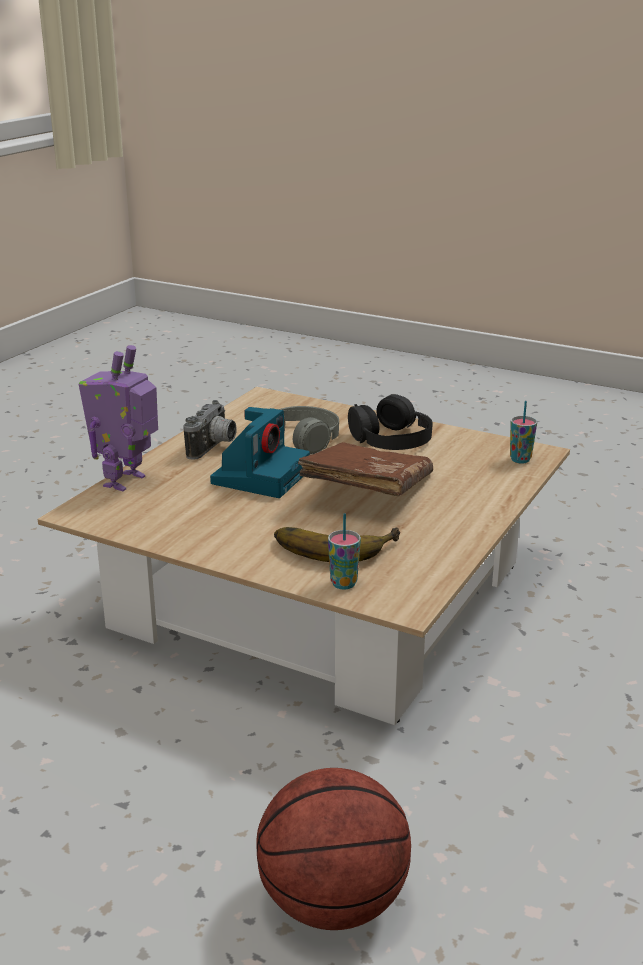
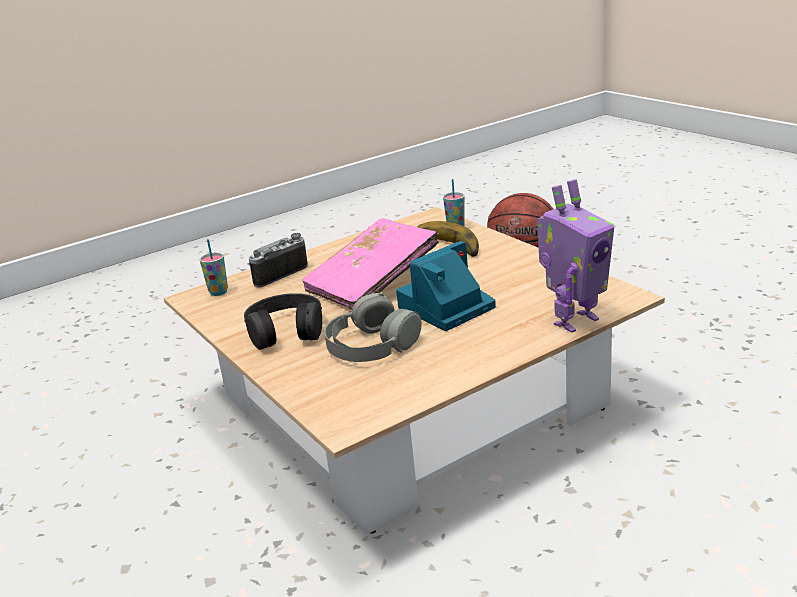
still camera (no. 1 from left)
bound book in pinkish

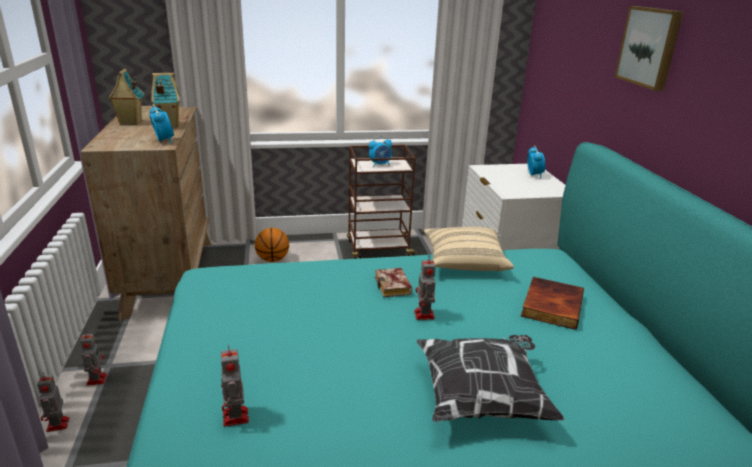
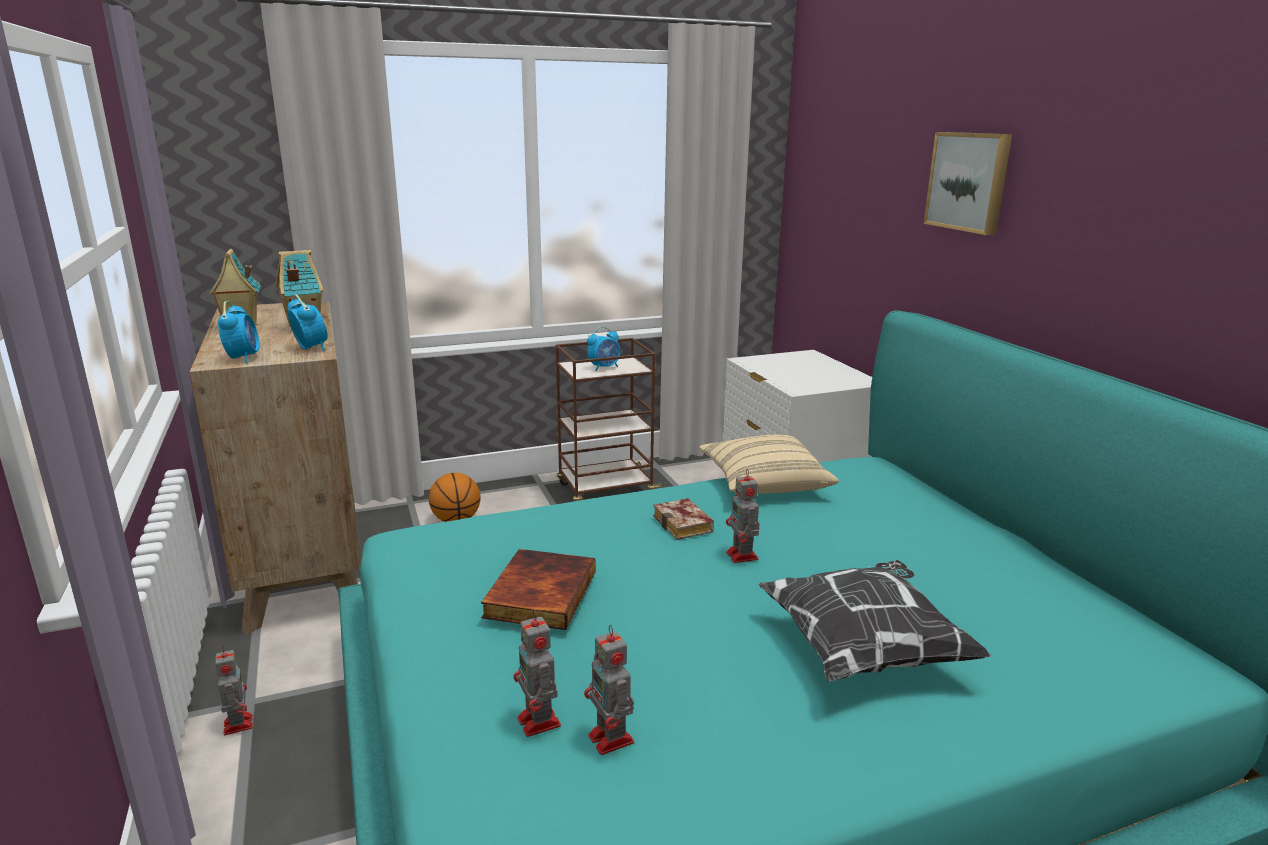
bedside clock (no. 1 from left)
bound book (no. 1 from left)
robot figure (no. 3 from left)

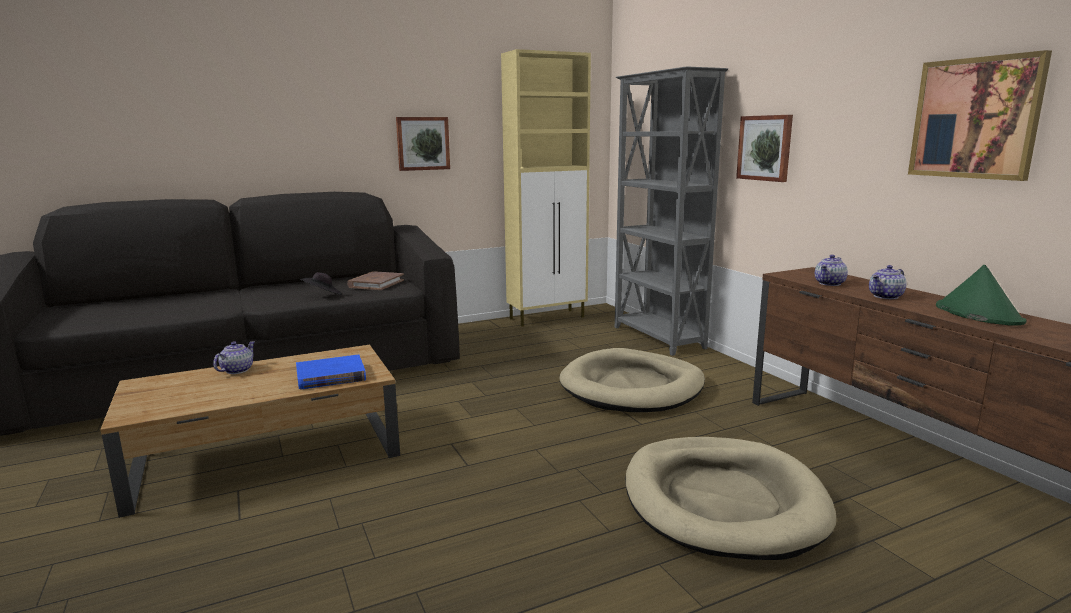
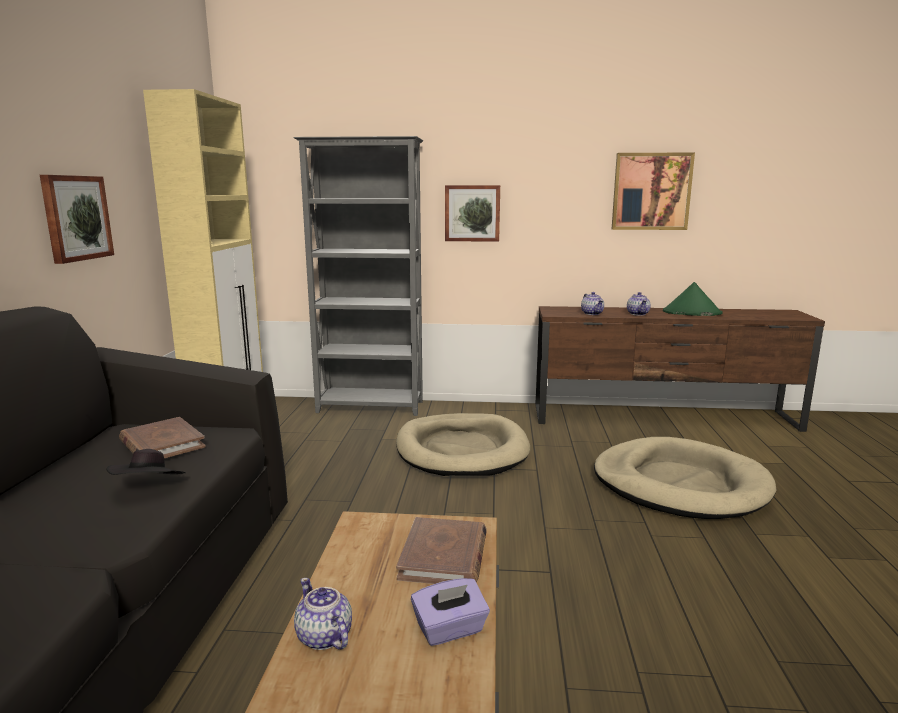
bound book in brown (no. 2 from left)
box of tissues in purple-coloured

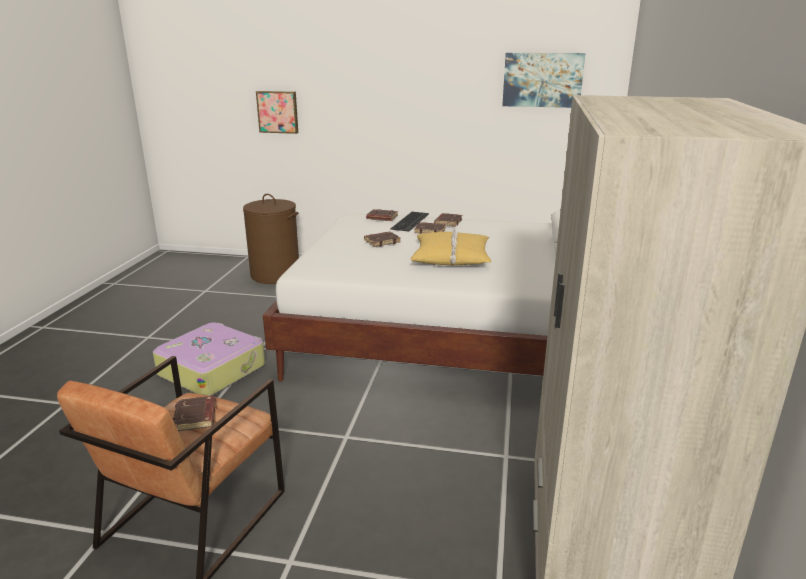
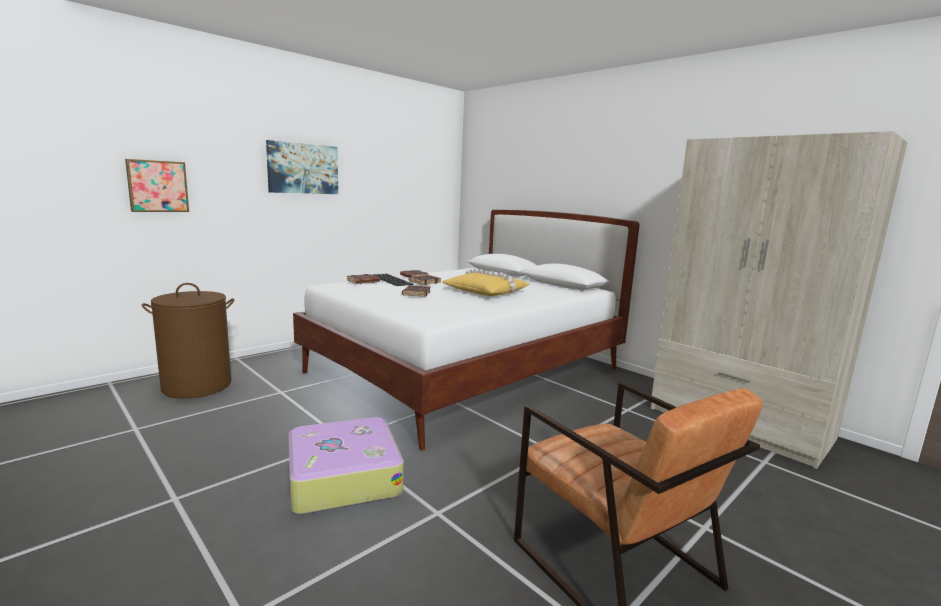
wall art (no. 2 from left)
bound book in brown (no. 1 from left in the first image)

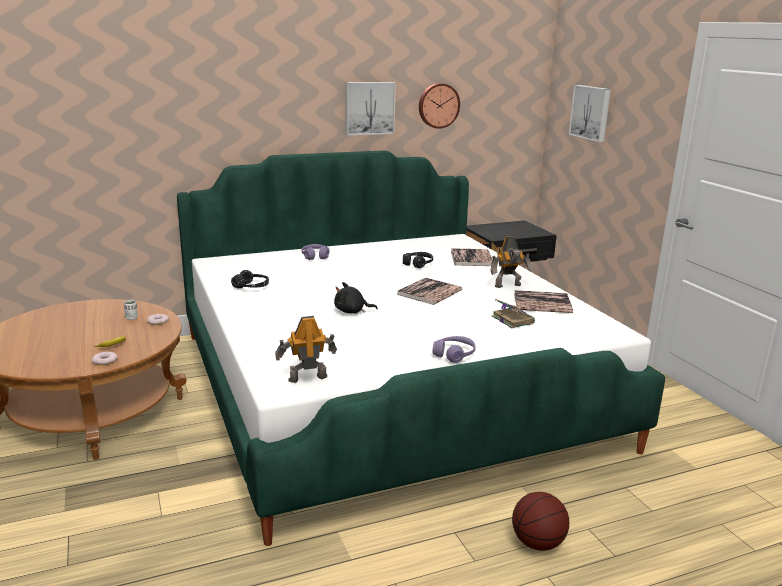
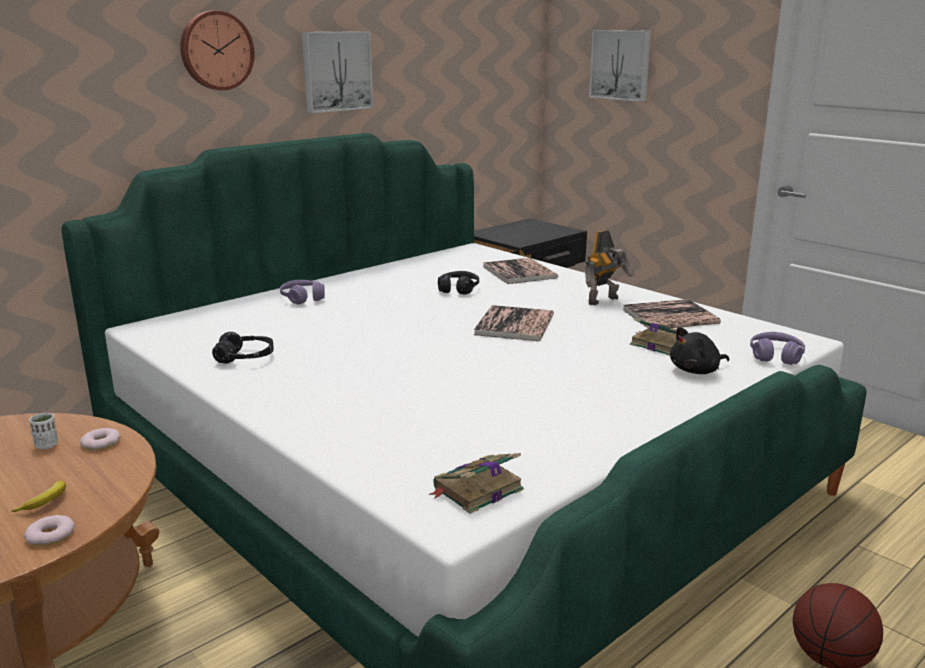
hanging clock
soft toy in black-coloured
bound book (no. 1 from left)
headphones in purple-coloured (no. 2 from left)

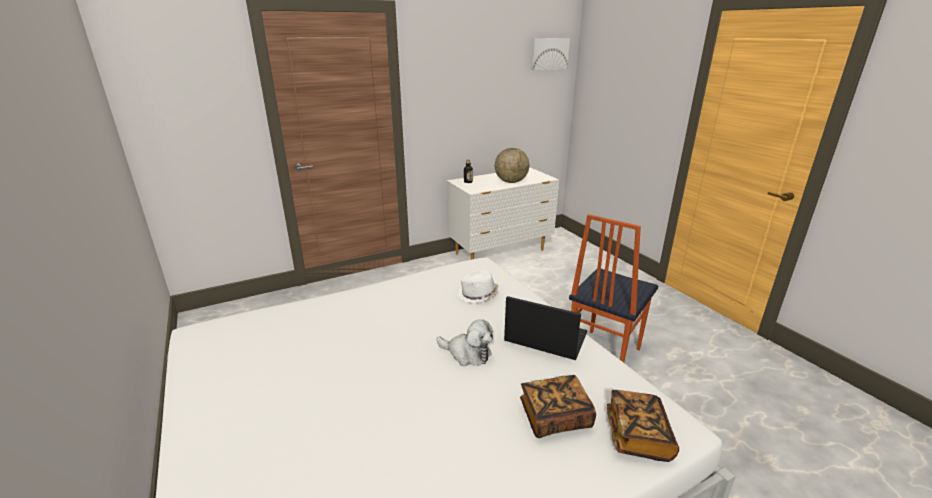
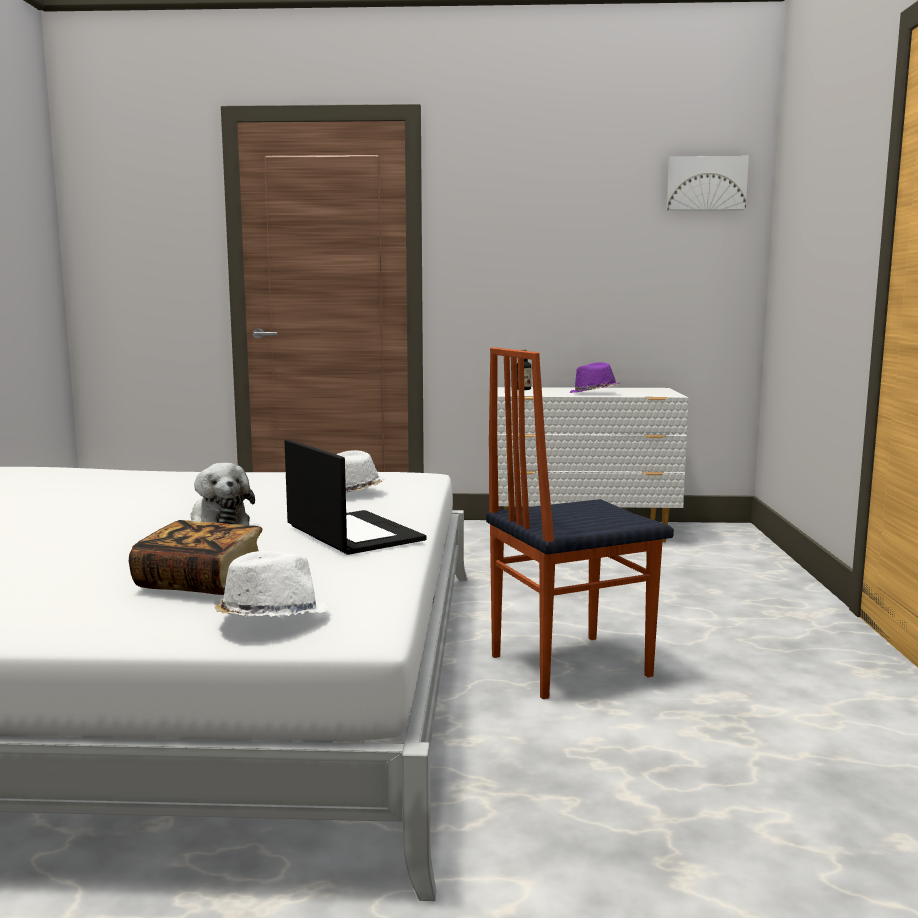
hat in purple-coloured
hat in white (no. 1 from left)

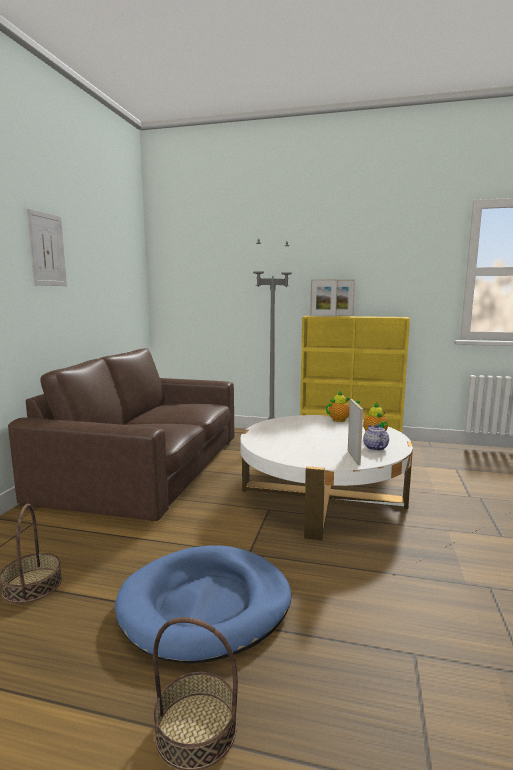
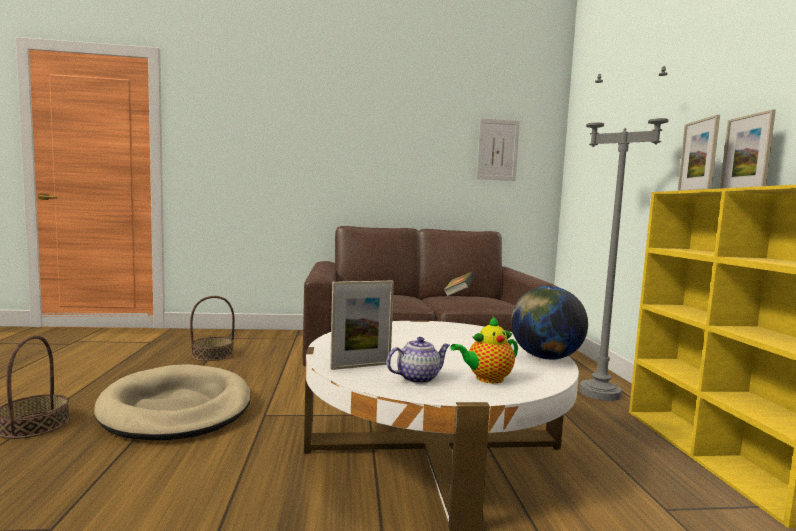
wall art
desk globe
dog bed in sand-coloured
bound book

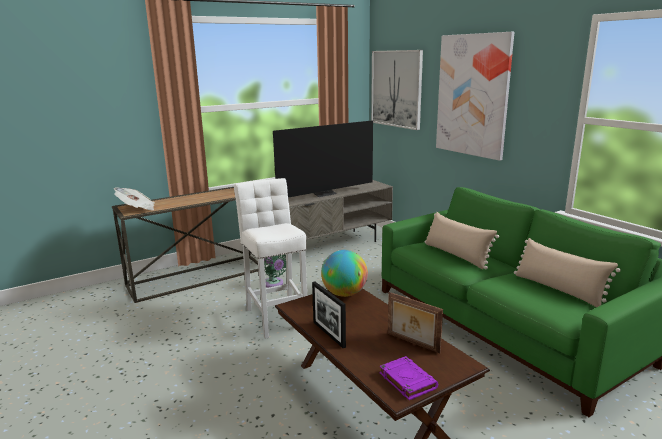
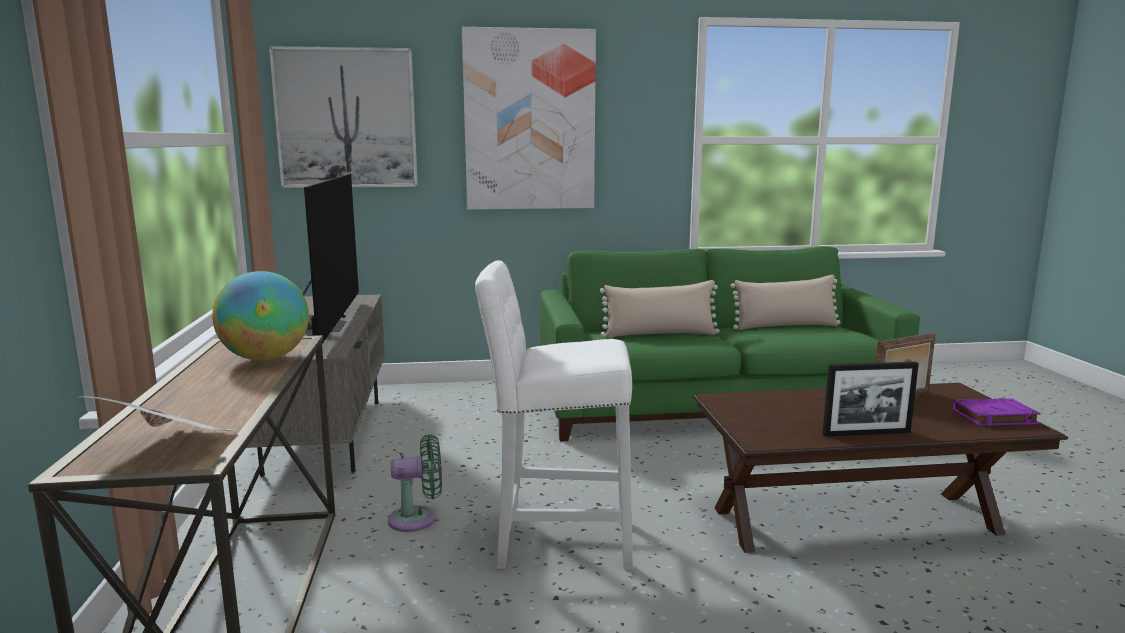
desk globe

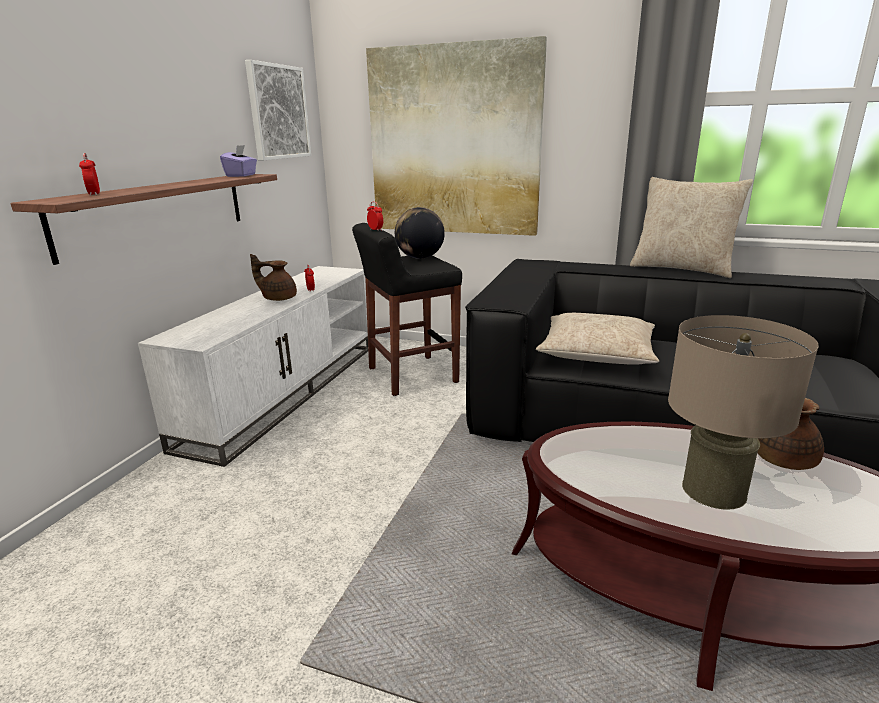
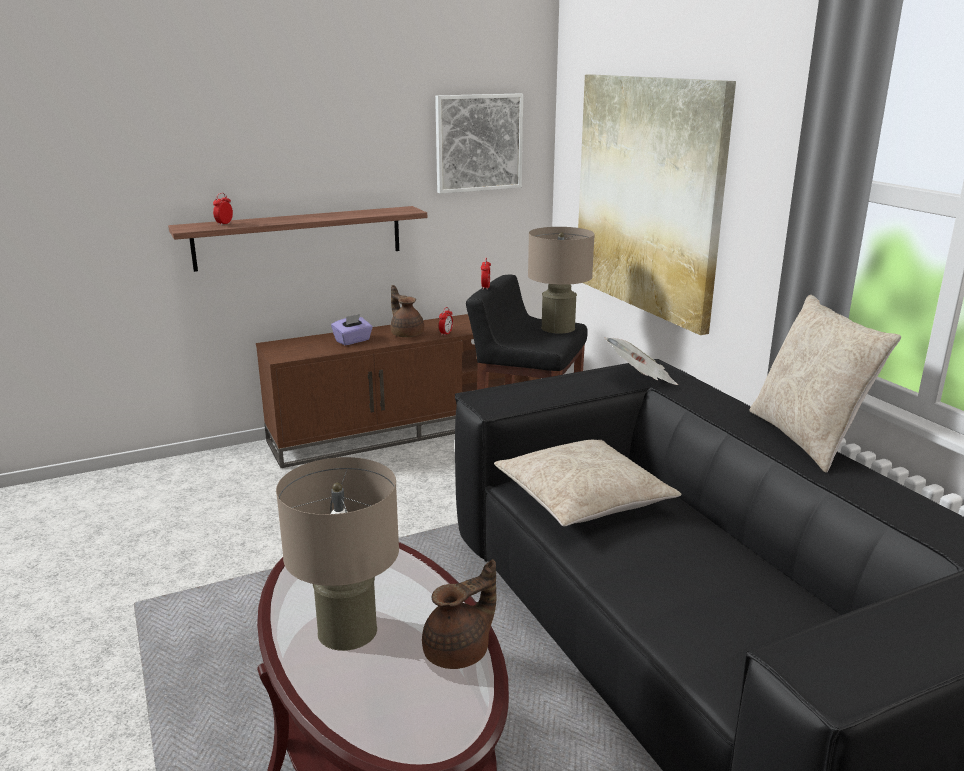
box of tissues in purple-coloured
tabletop lamp in sand-coloured (no. 2 from left)
tv unit in brown
newspaper

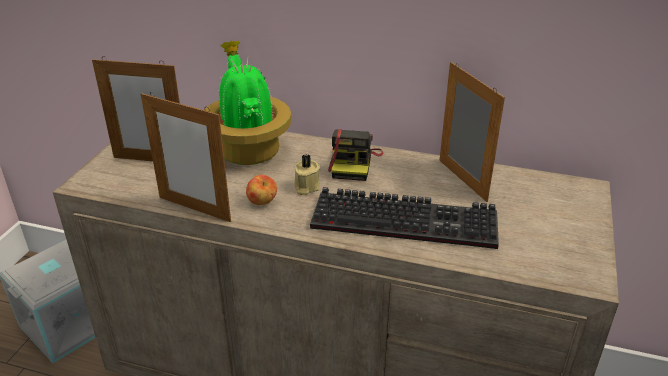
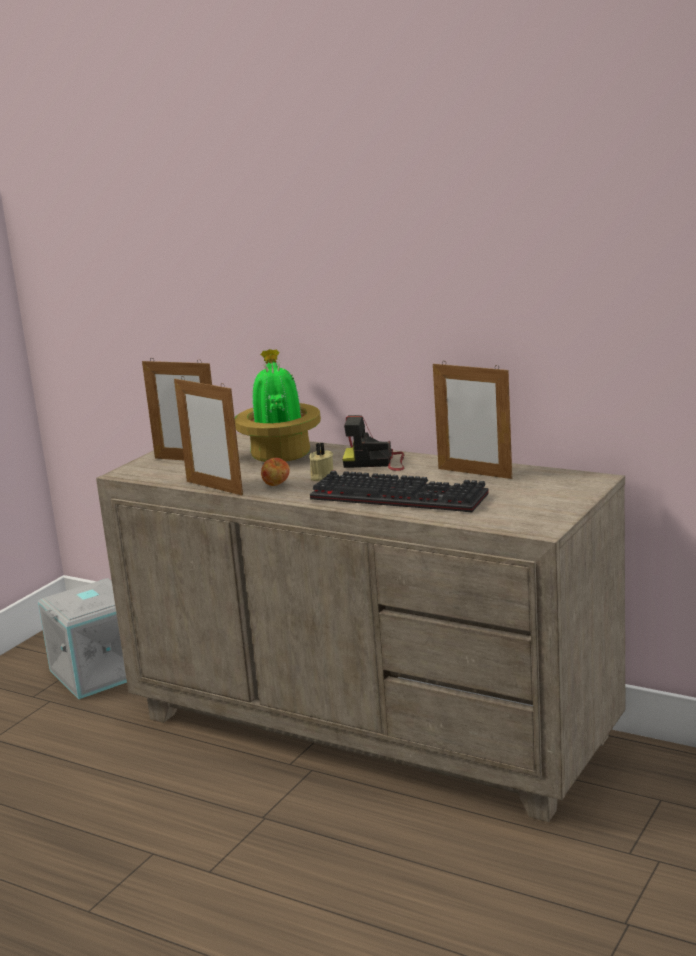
photo frame (no. 3 from left)
still camera

